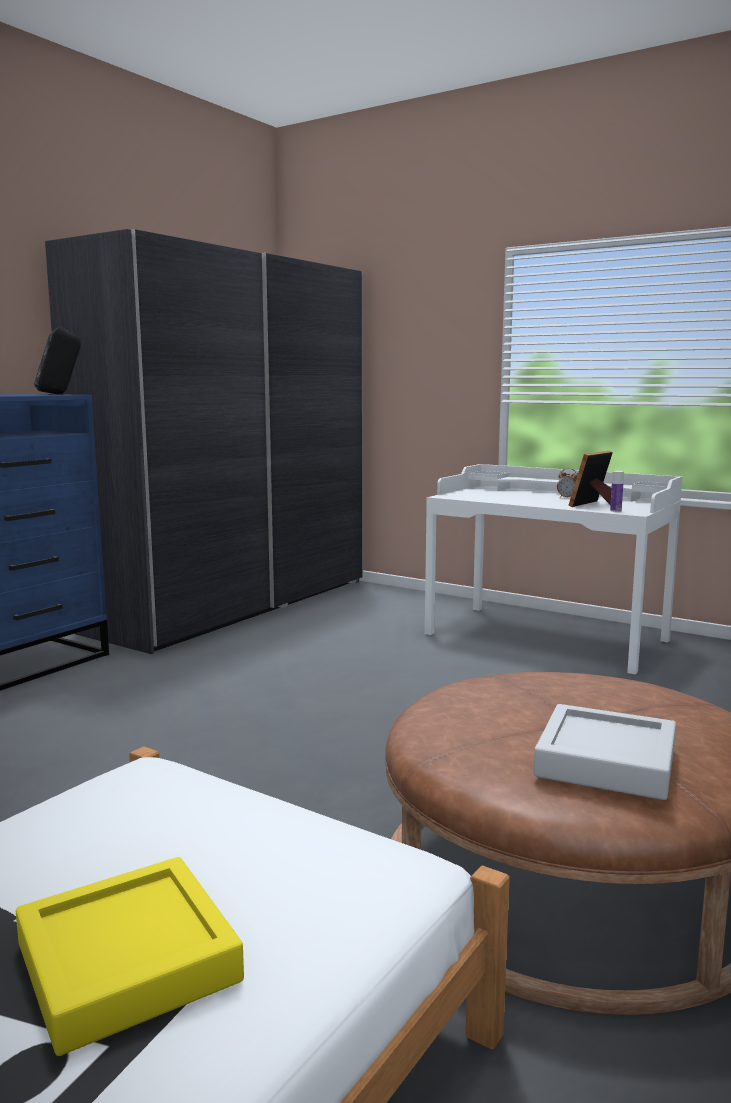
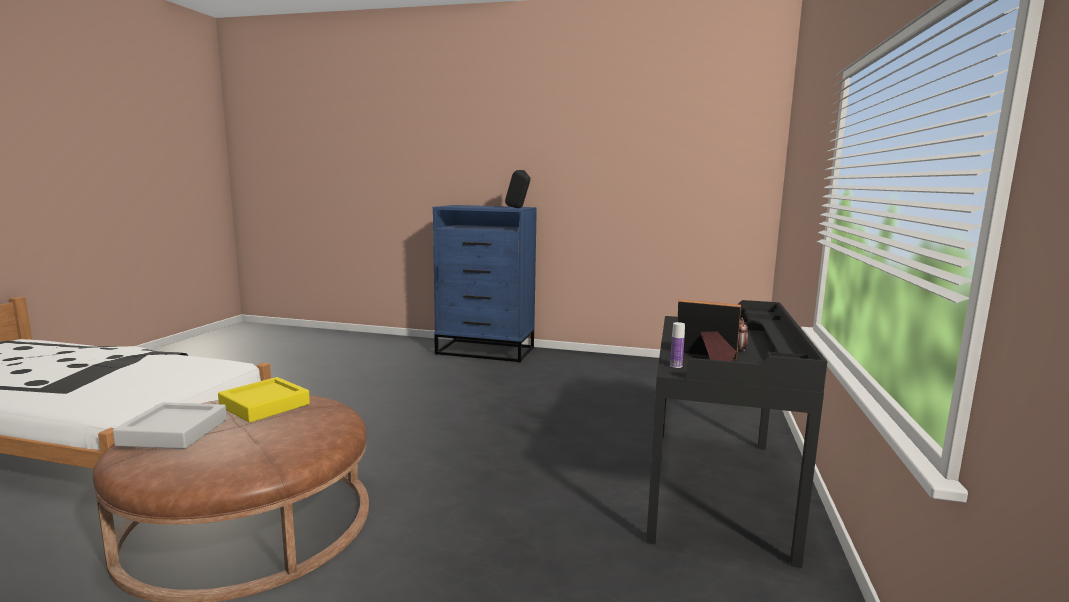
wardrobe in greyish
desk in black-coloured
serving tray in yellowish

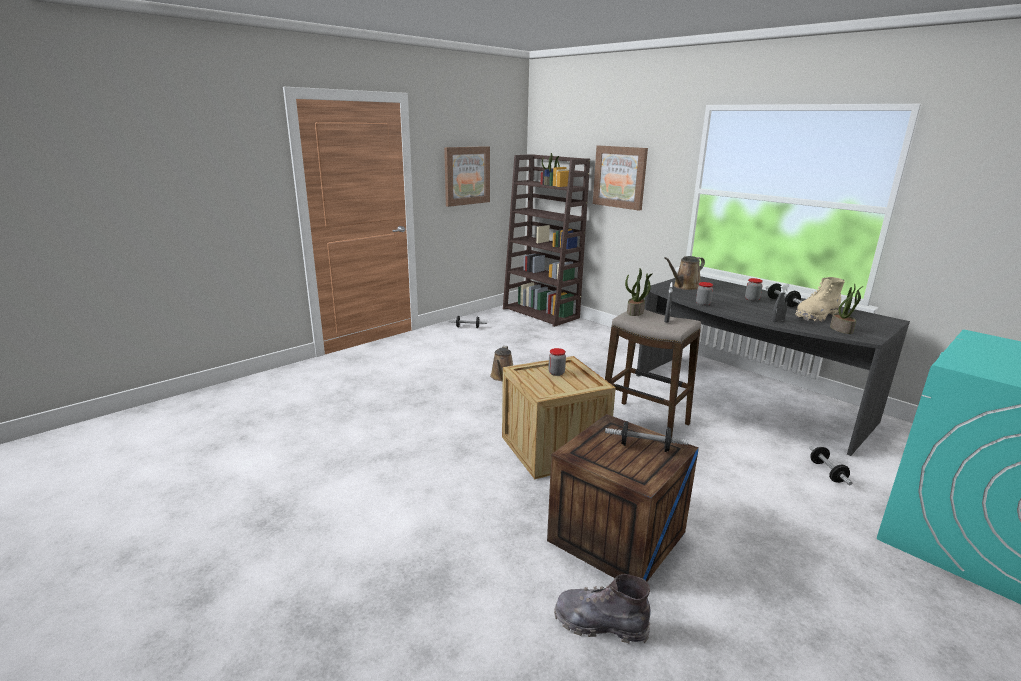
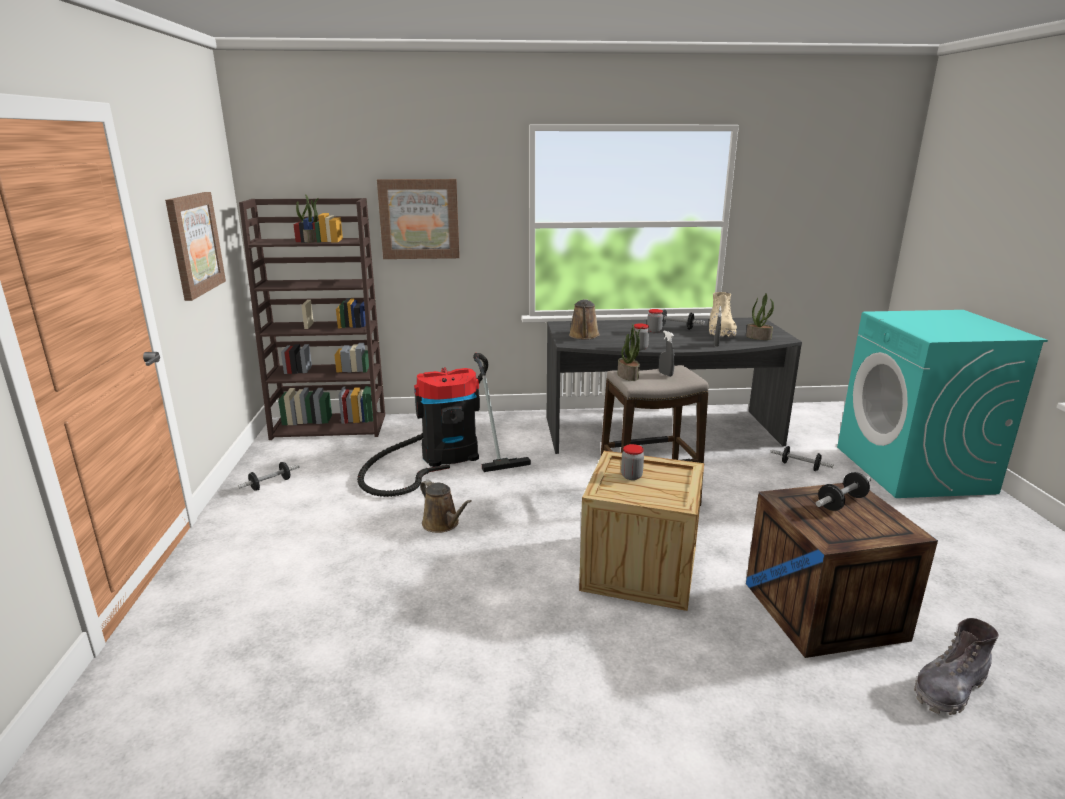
vacuum cleaner

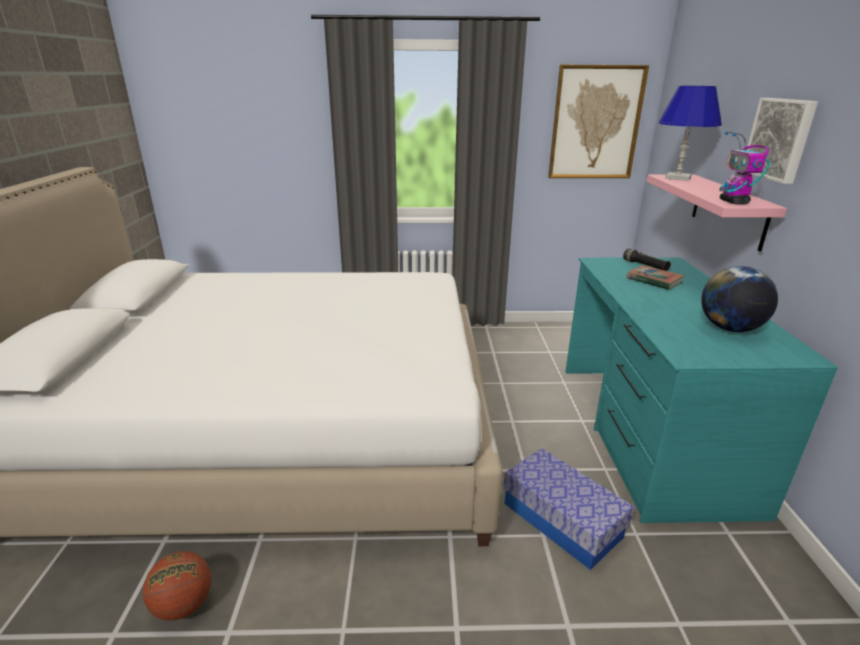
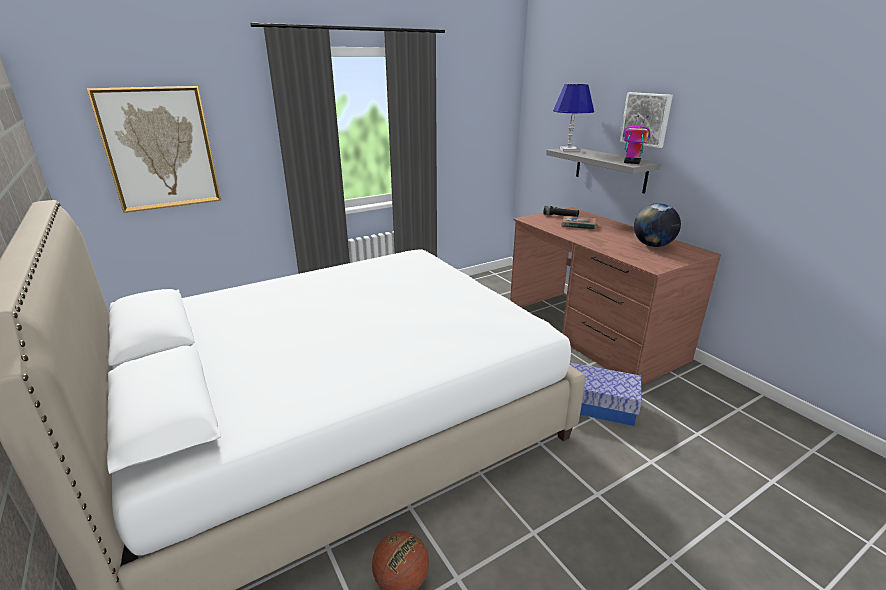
wall art (no. 1 from left)
robot figure
shelf in greyish
desk in brown

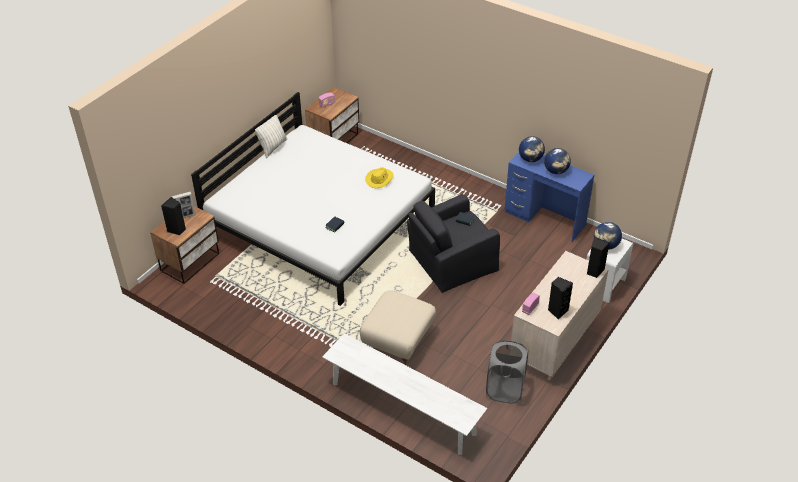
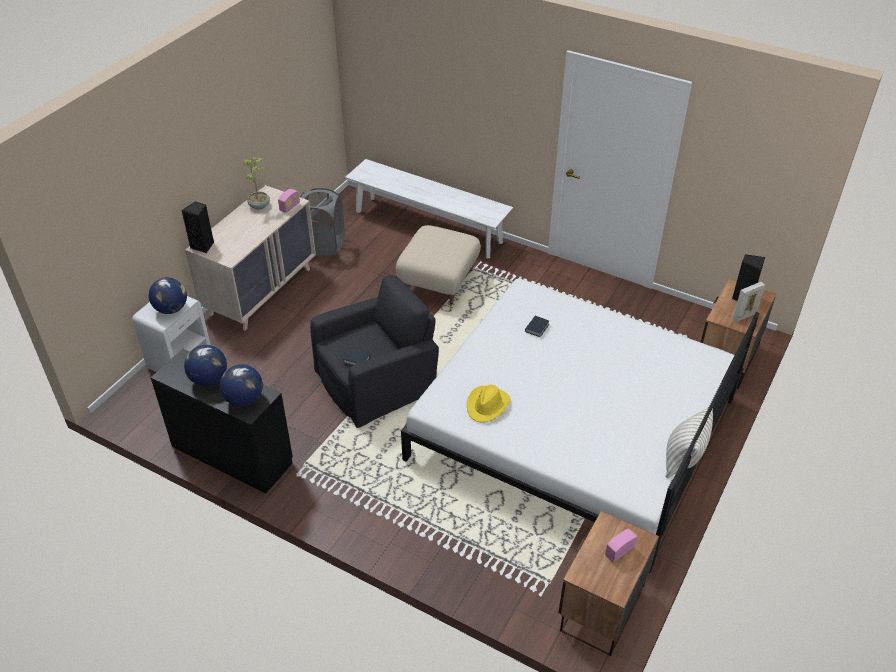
desk in black-coloured
houseplant

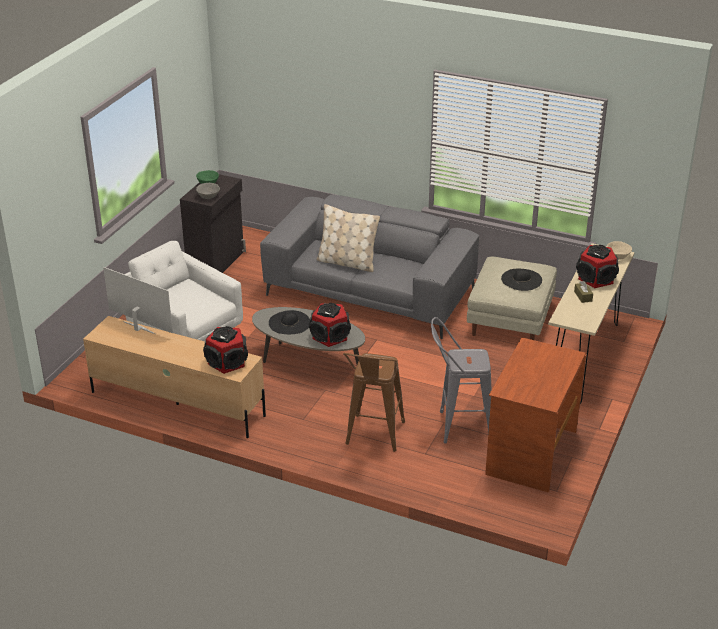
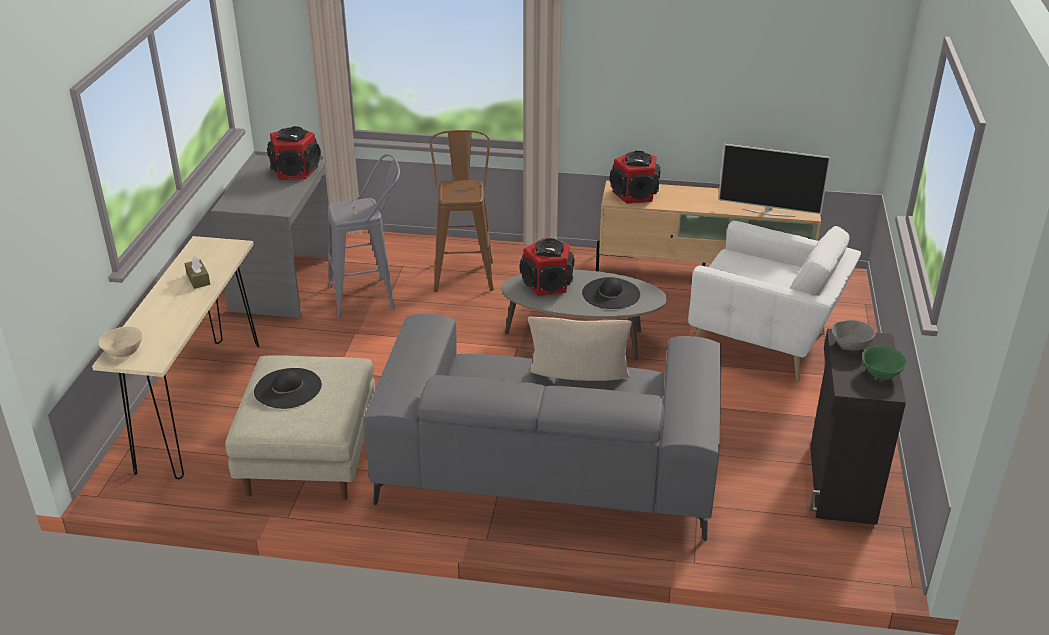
loudspeaker (no. 1 from left)
desk in greyish

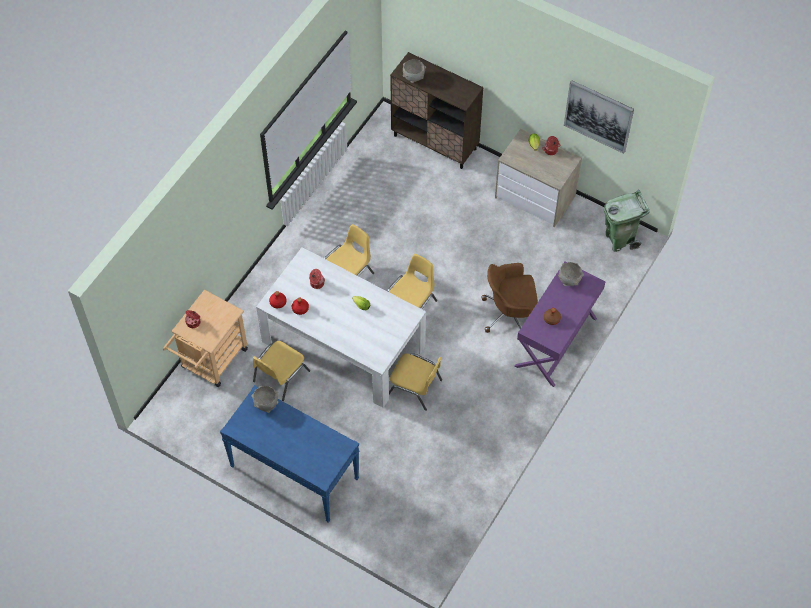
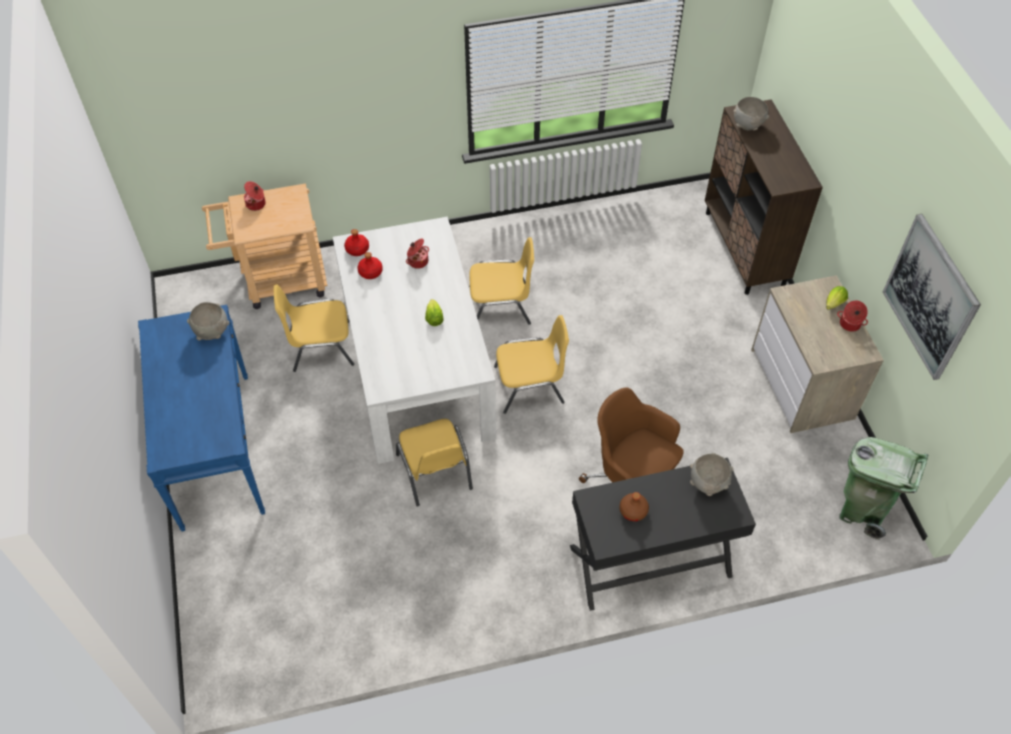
desk in black-coloured

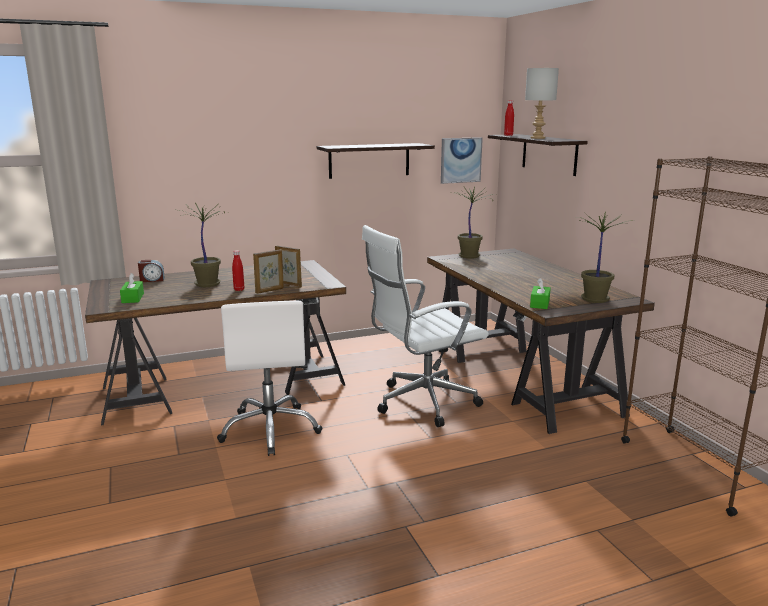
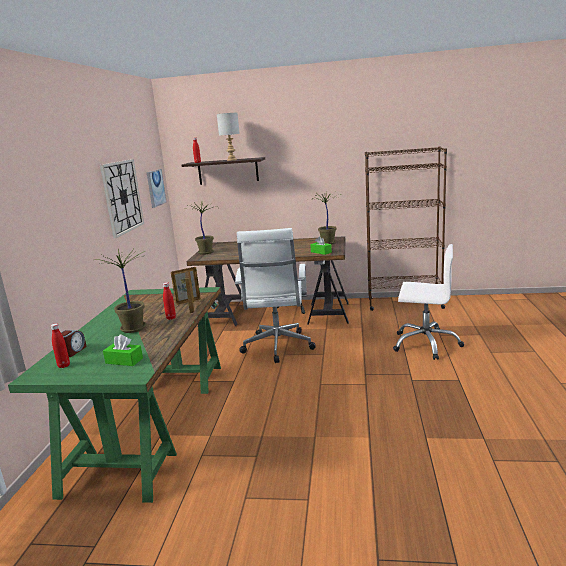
hanging clock
desk in greenish
computer chair in white (no. 2 from left)
bottle in red-coloured (no. 1 from left)

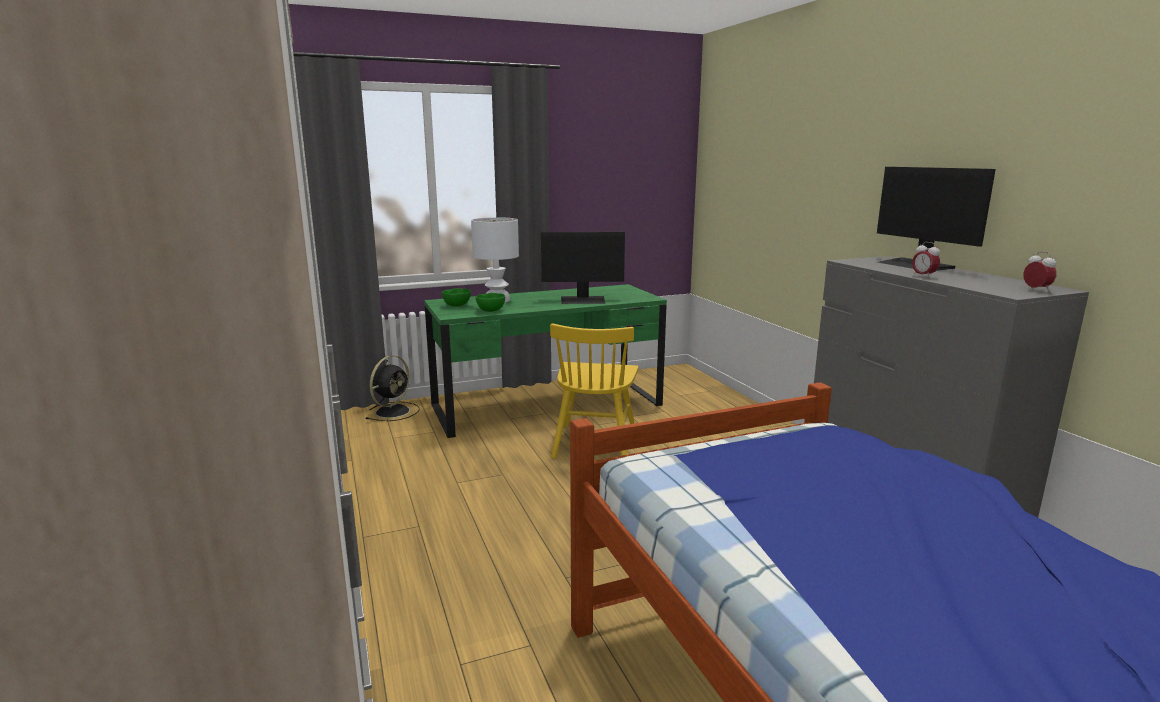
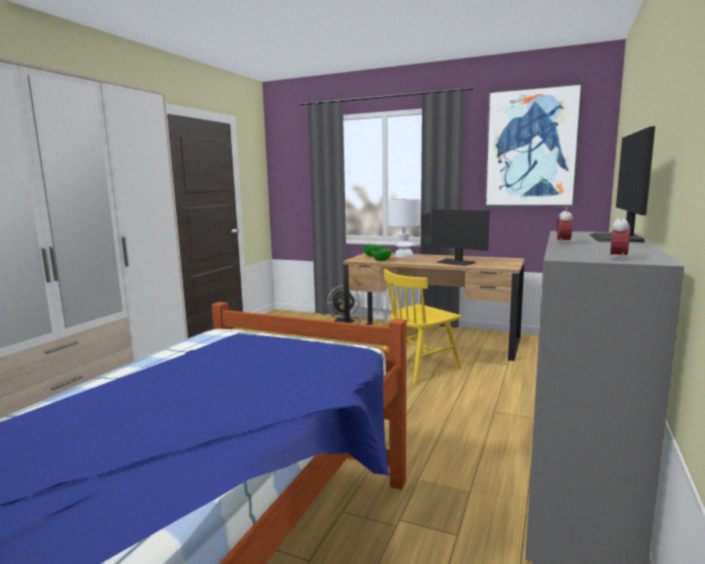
desk in brown
wall art

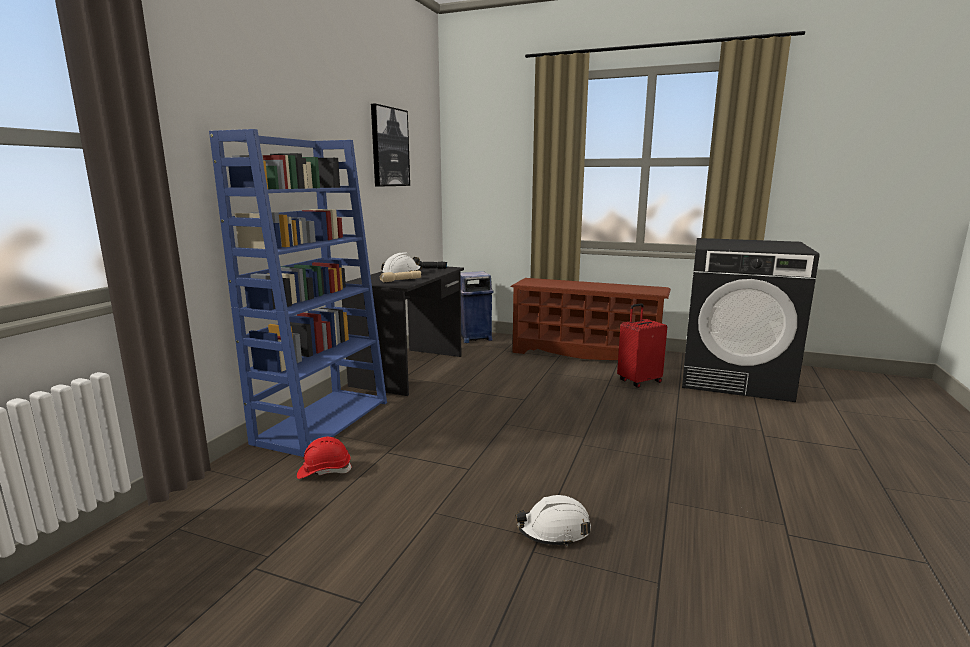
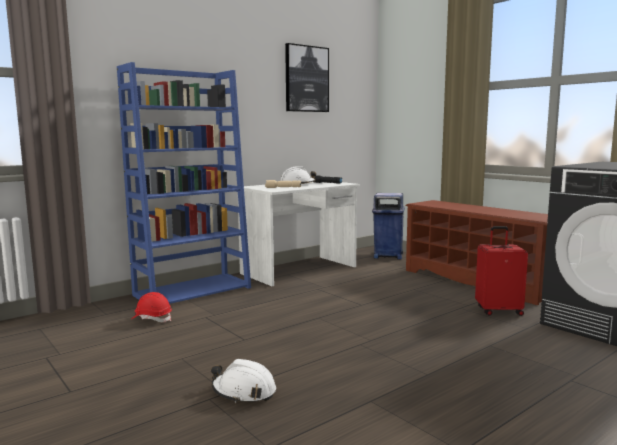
desk in white

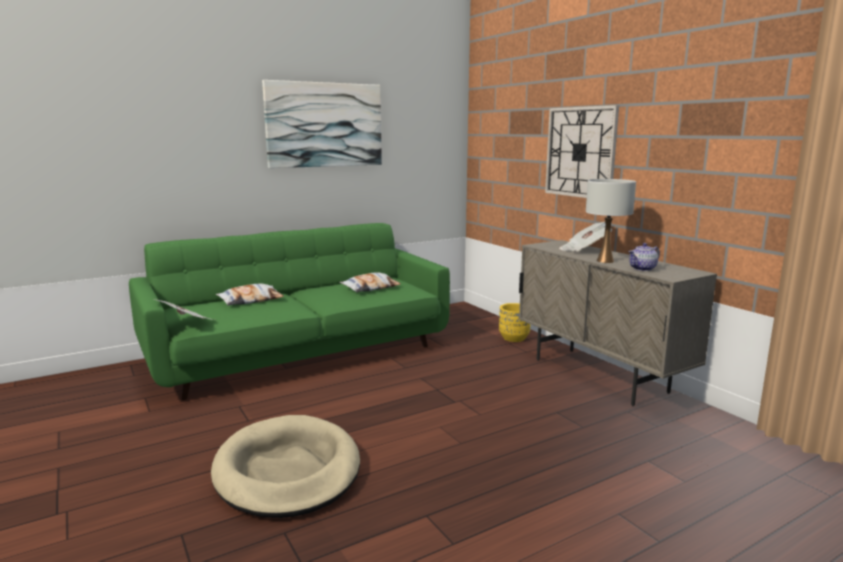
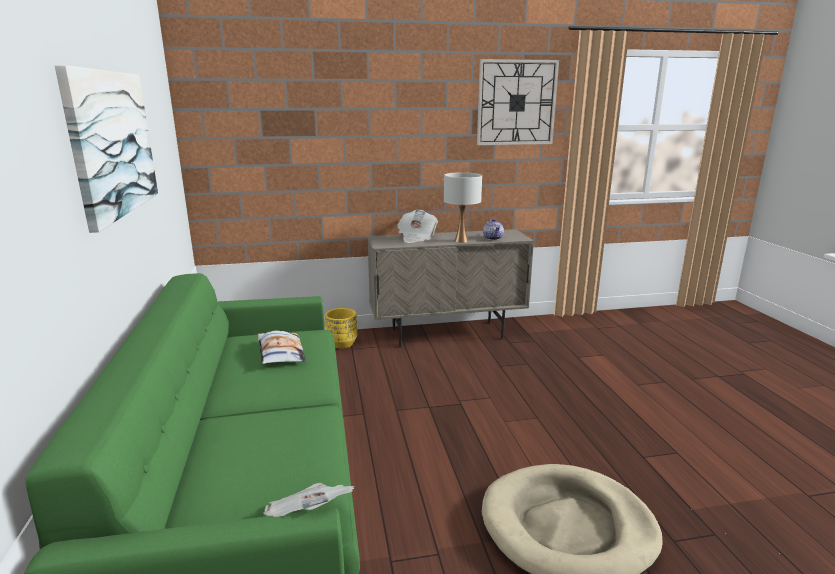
hanging clock
pillow (no. 1 from left in the first image)

